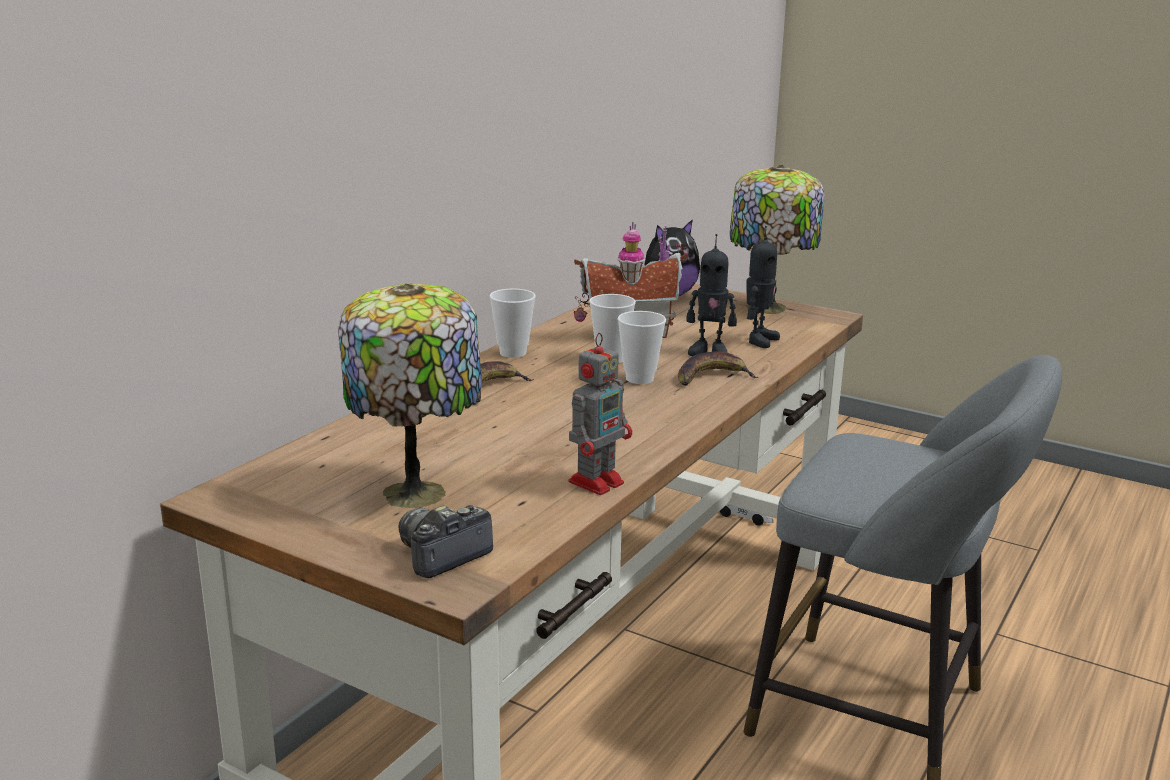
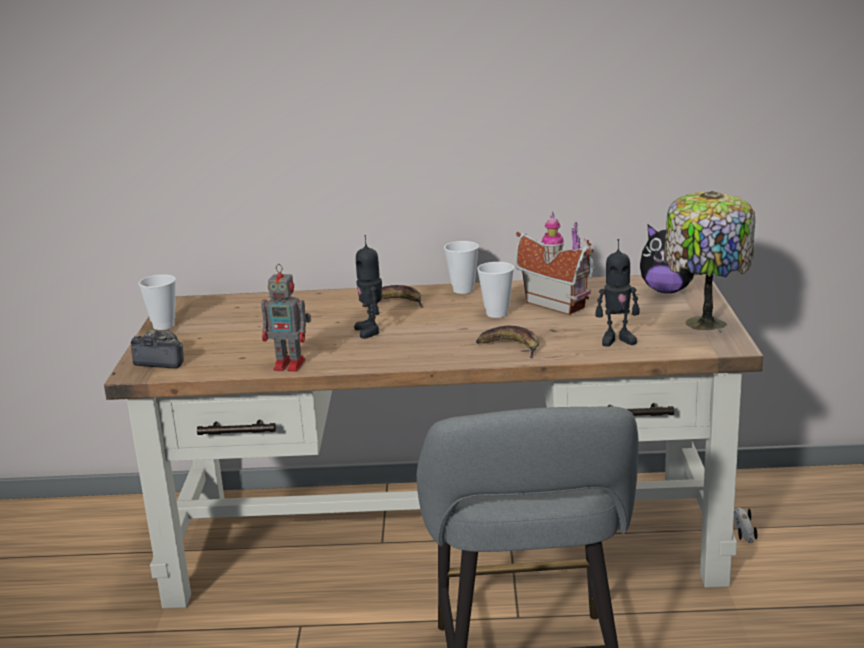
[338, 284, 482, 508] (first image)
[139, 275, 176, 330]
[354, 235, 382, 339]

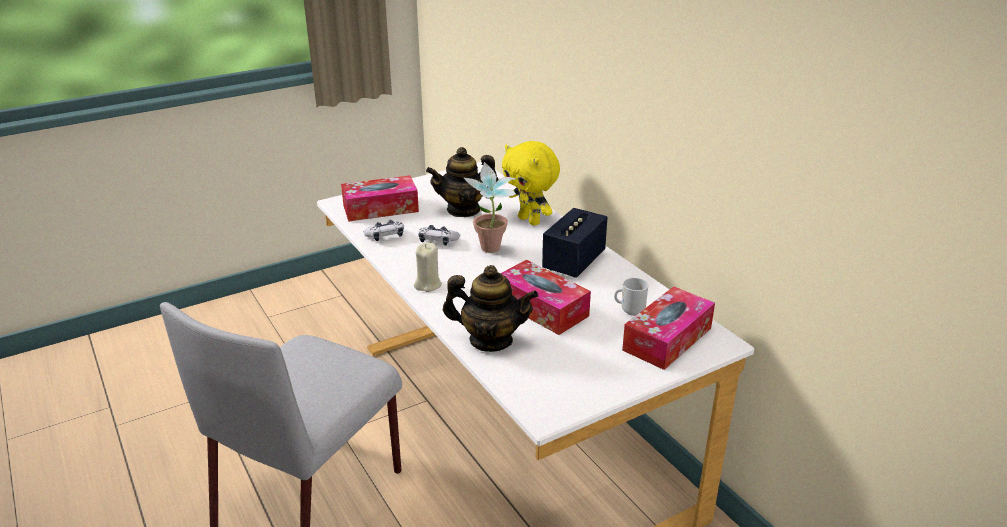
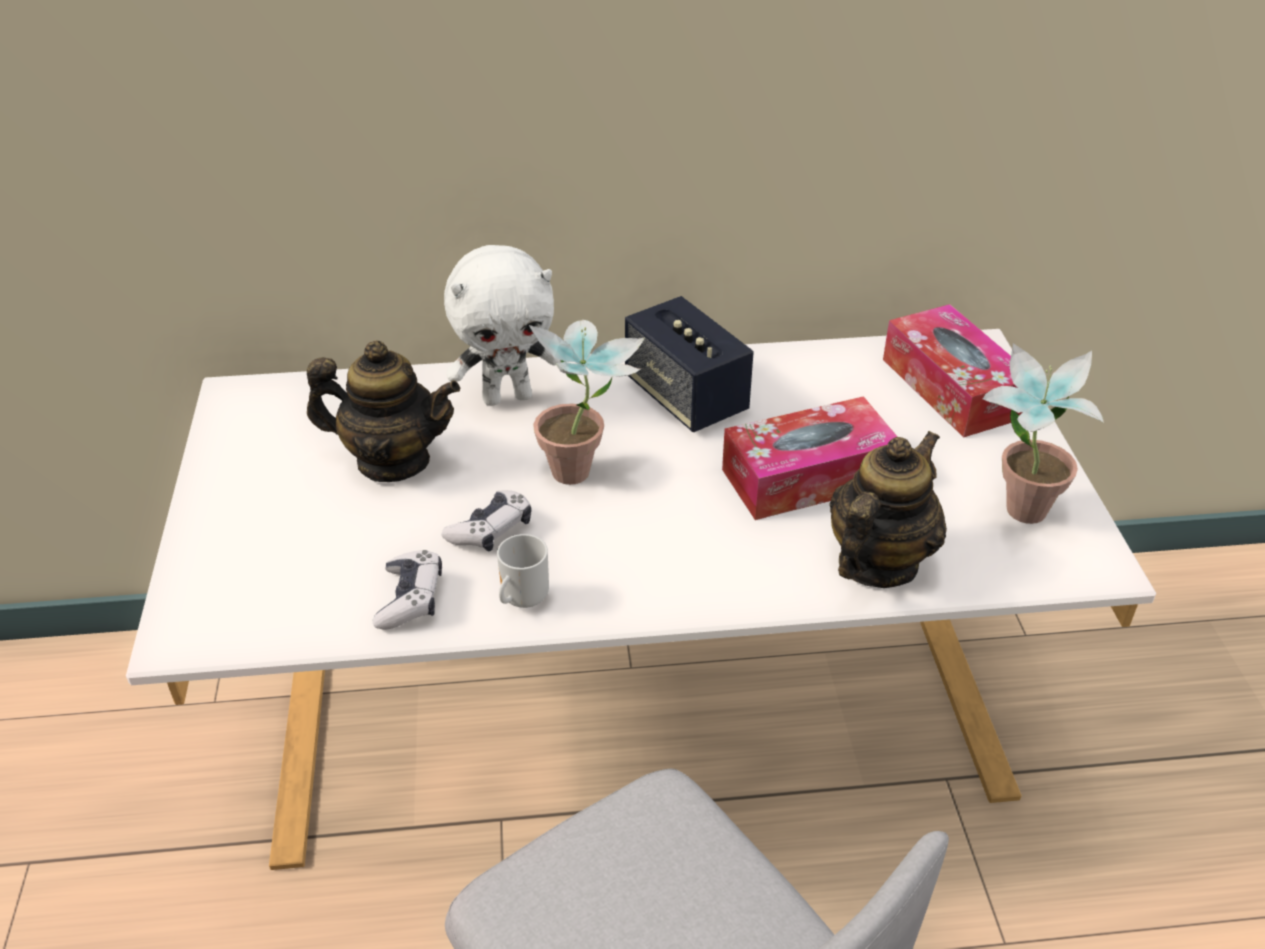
[341, 175, 419, 222] (first image)
[414, 242, 442, 292] (first image)
[307, 340, 460, 482]
[444, 245, 561, 406]
[497, 534, 549, 608]
[983, 343, 1104, 524]

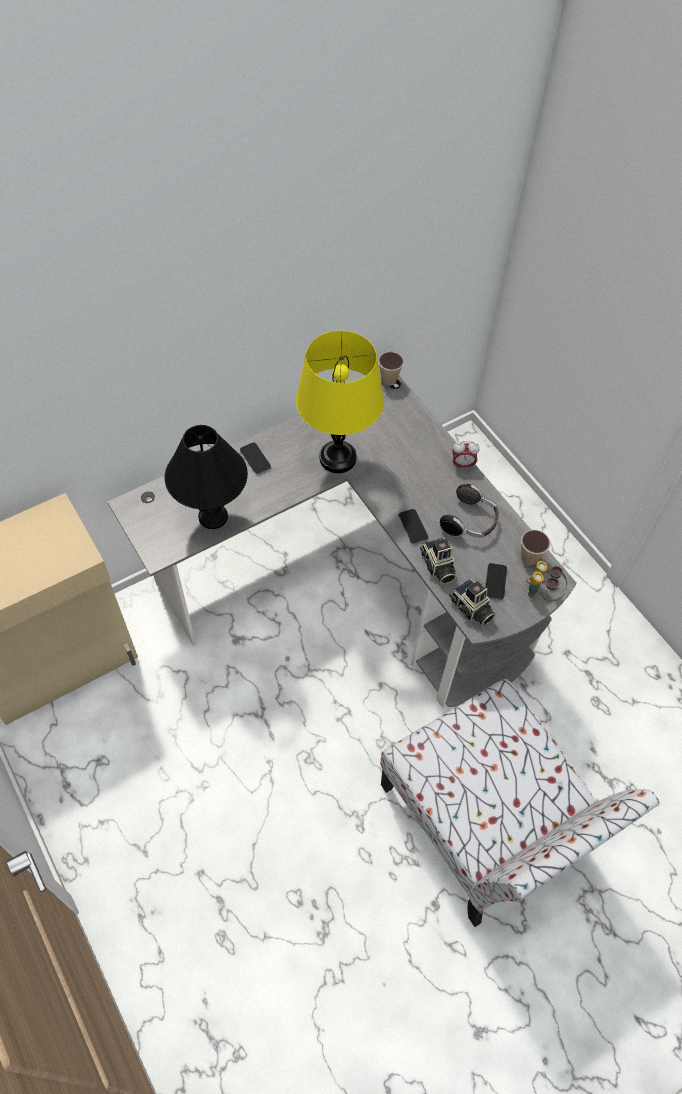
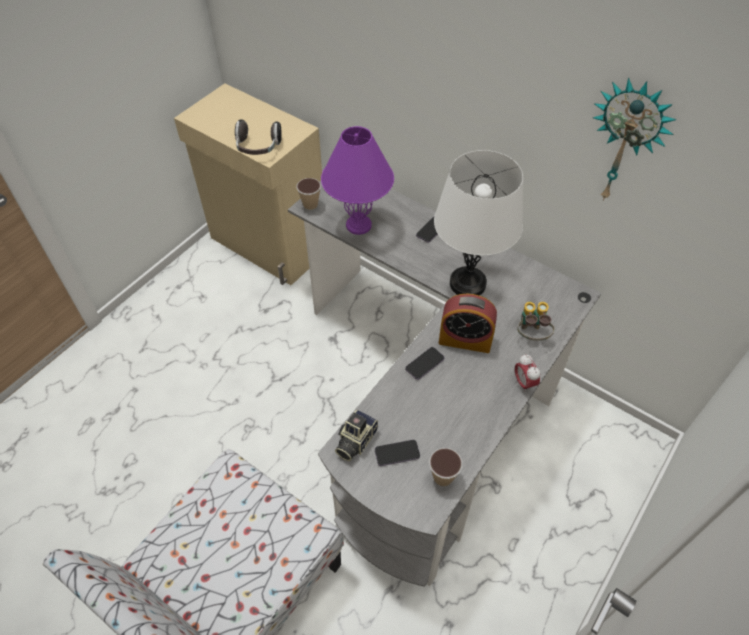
[321, 126, 394, 235]
[434, 150, 523, 296]
[296, 178, 321, 211]
[420, 537, 456, 584] (first image)
[235, 119, 282, 155]
[517, 302, 555, 341]
[439, 293, 497, 353]
[593, 78, 677, 201]

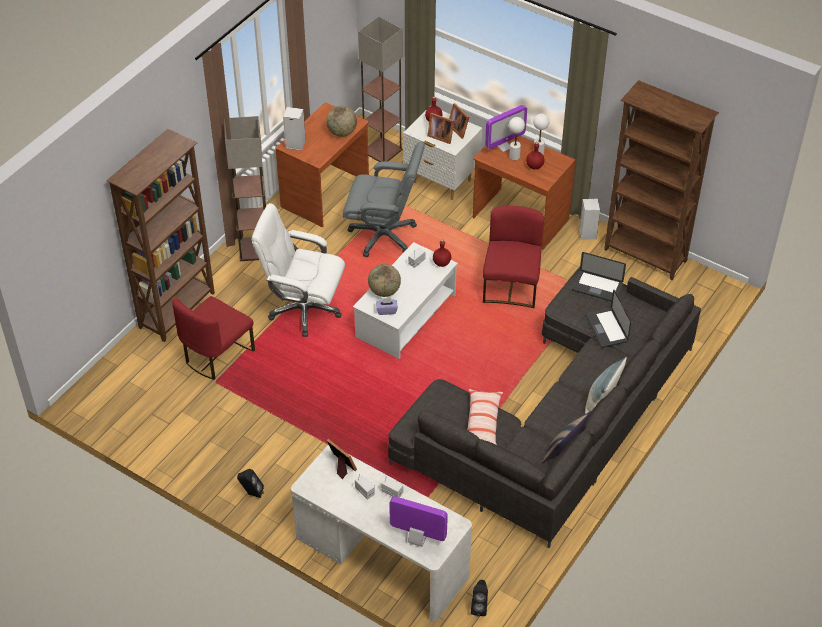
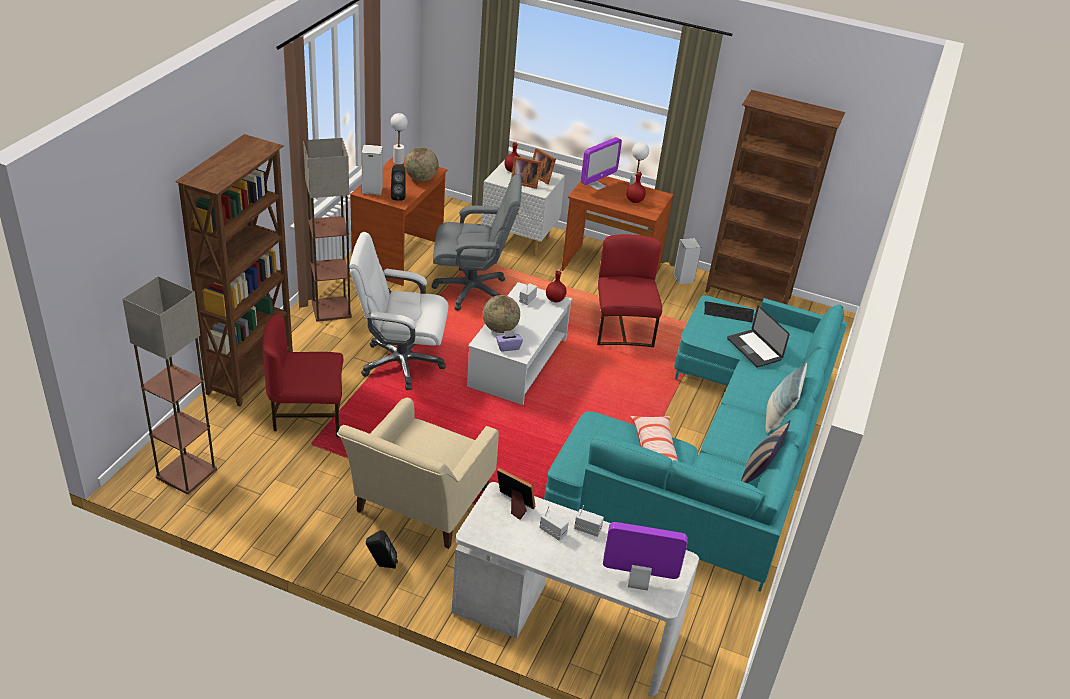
[262, 314, 343, 437]
[122, 276, 217, 494]
[544, 296, 848, 592]
[391, 165, 405, 201]
[391, 113, 408, 165]
[704, 302, 754, 322]
[337, 398, 499, 549]

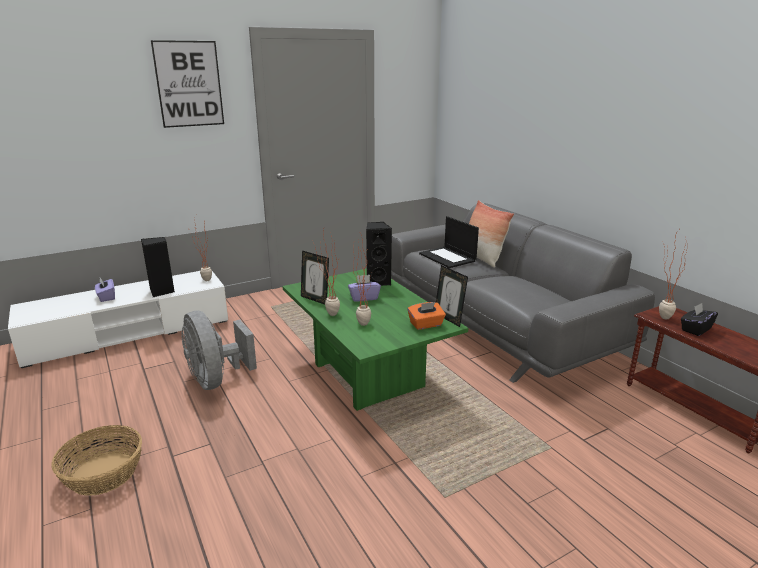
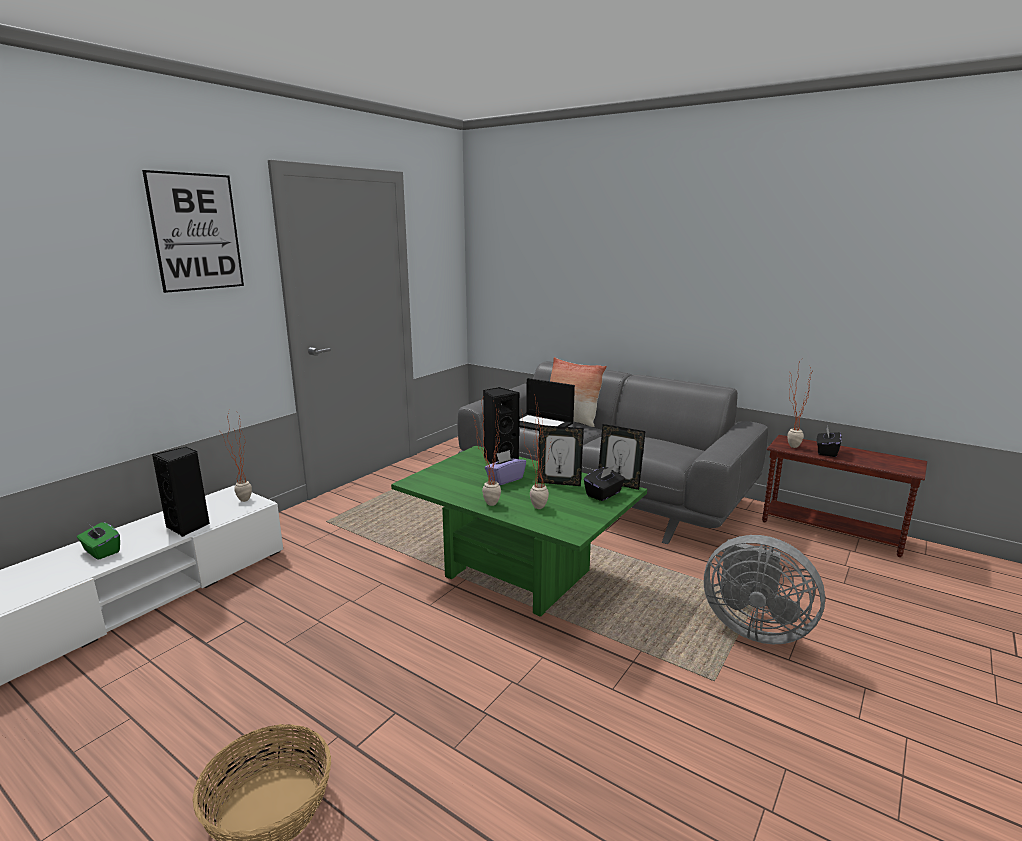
[77, 522, 120, 560]
[704, 535, 825, 644]
[537, 425, 584, 486]
[584, 466, 625, 501]

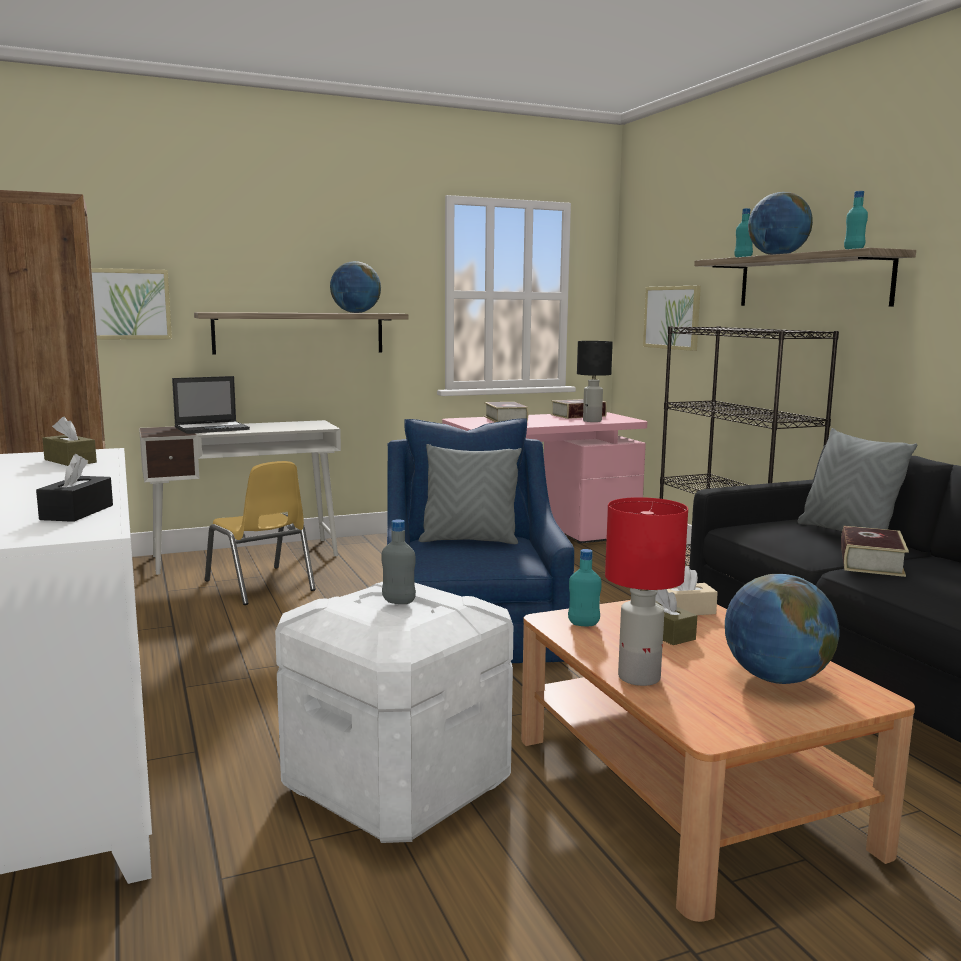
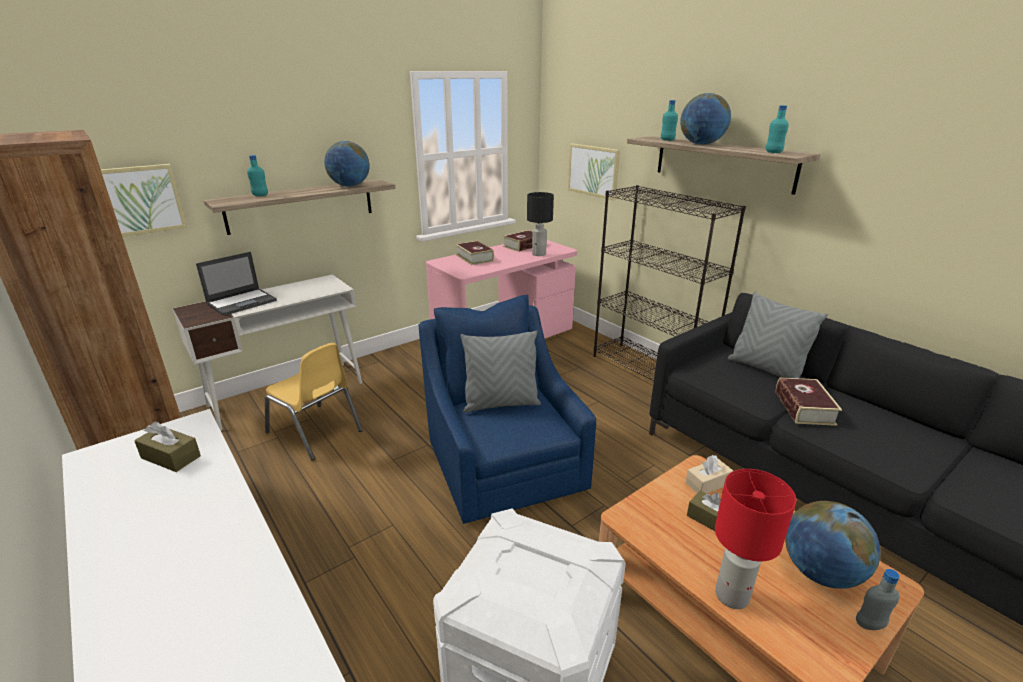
[36, 454, 113, 522] (first image)
[856, 569, 900, 630]
[247, 155, 268, 196]

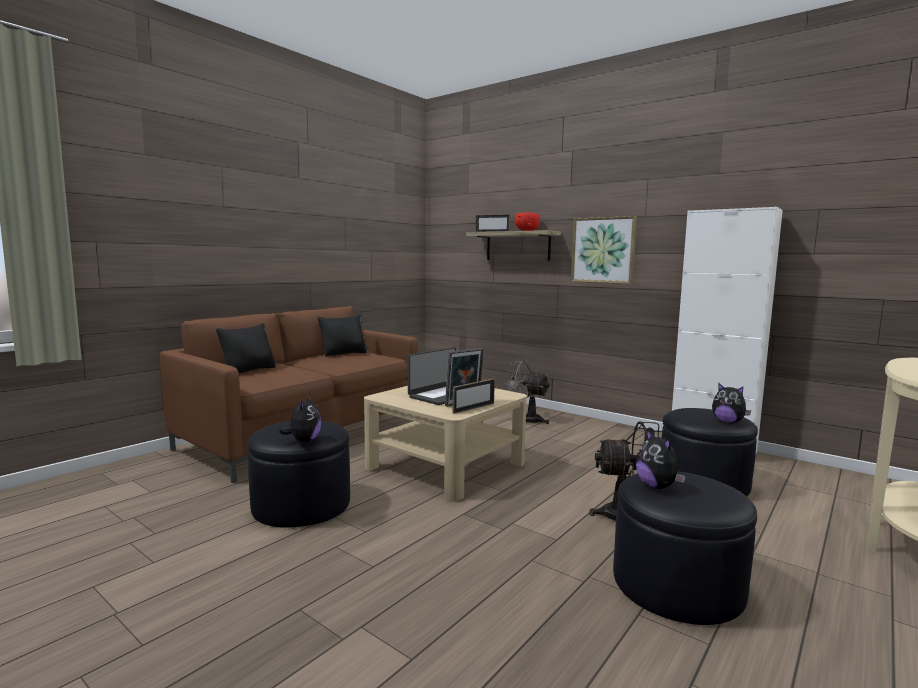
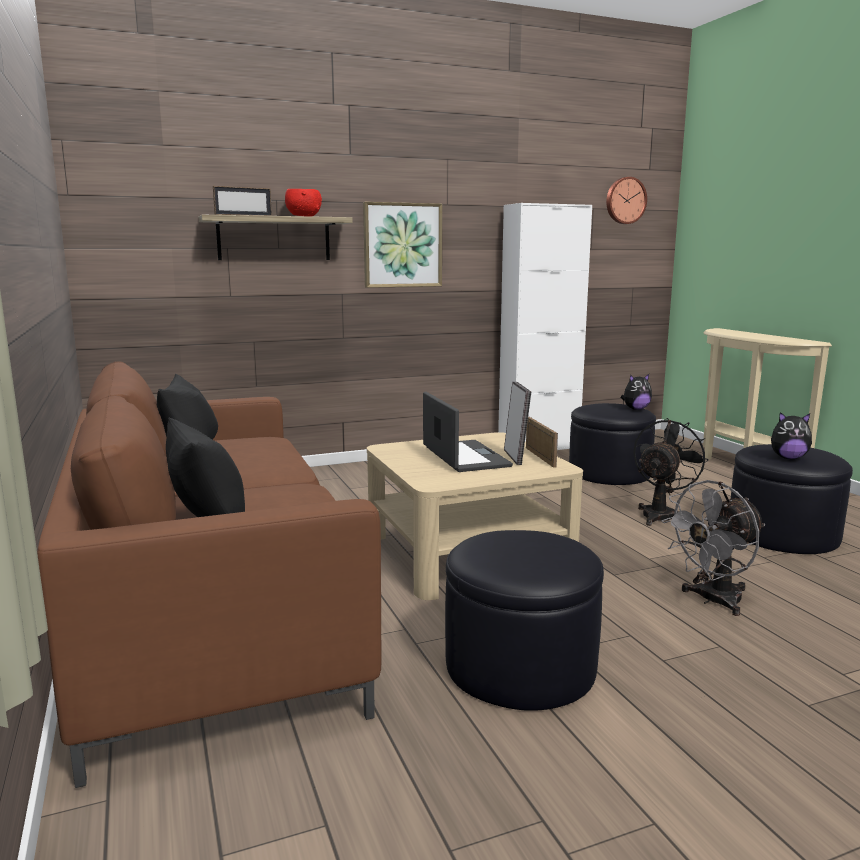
[279, 395, 322, 442] (first image)
[662, 480, 766, 616]
[606, 177, 647, 224]

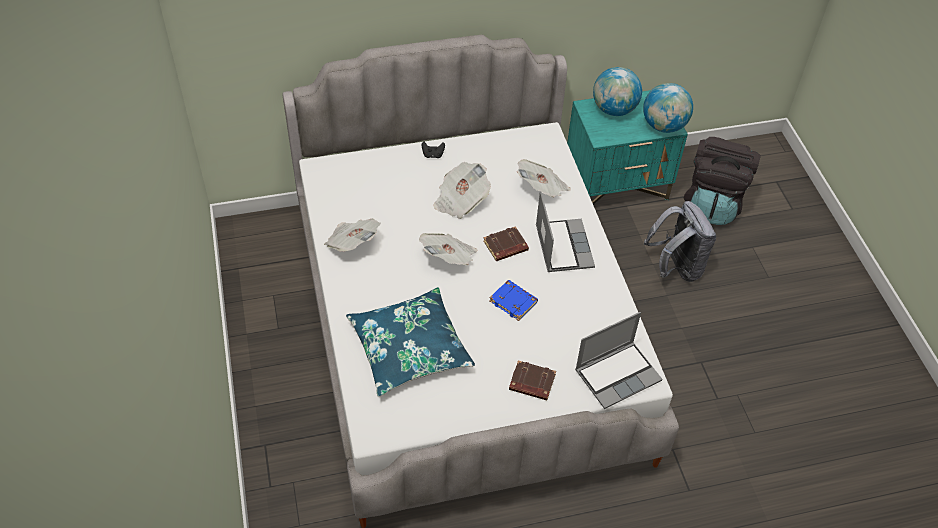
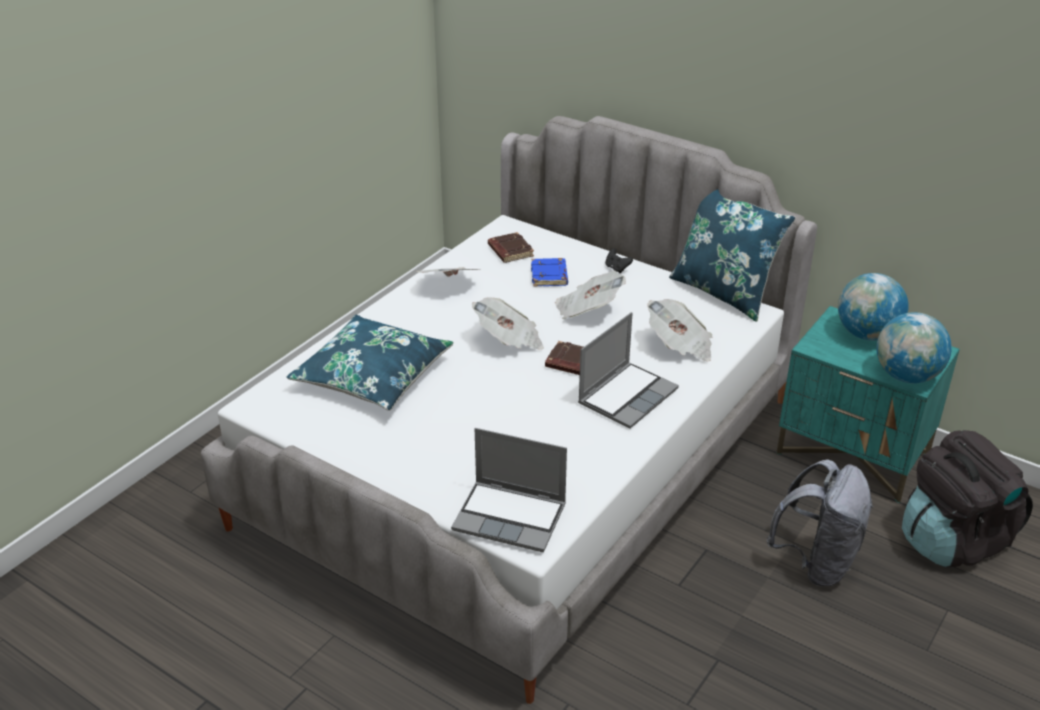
[531, 258, 568, 286]
[488, 232, 534, 263]
[669, 189, 795, 322]

